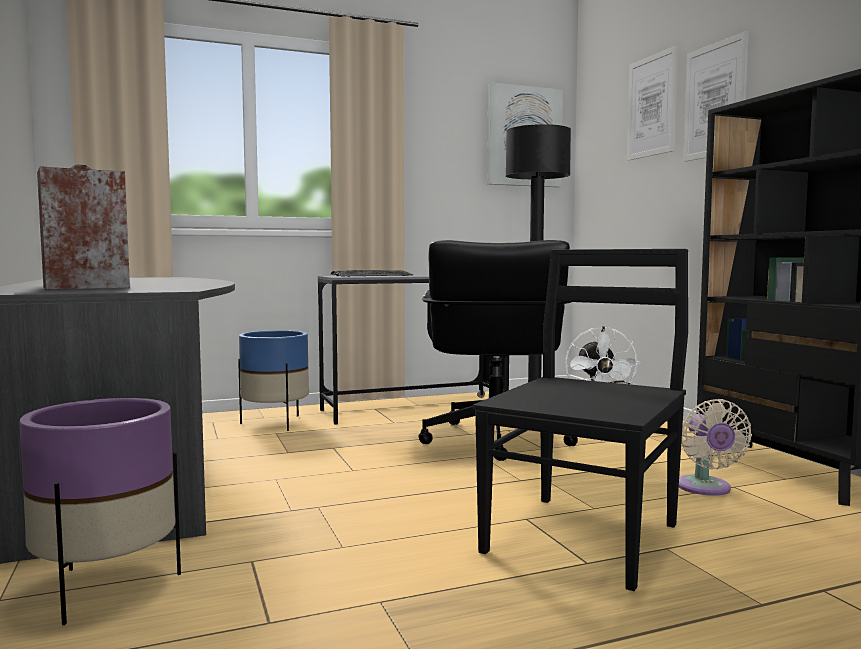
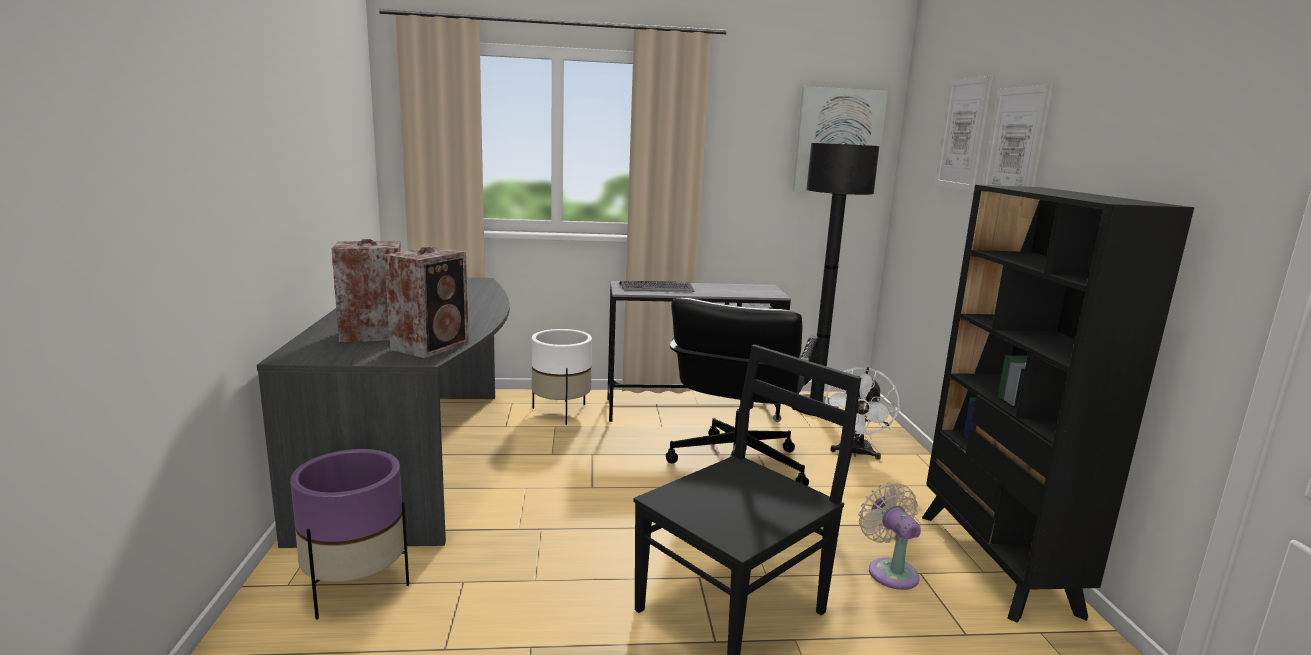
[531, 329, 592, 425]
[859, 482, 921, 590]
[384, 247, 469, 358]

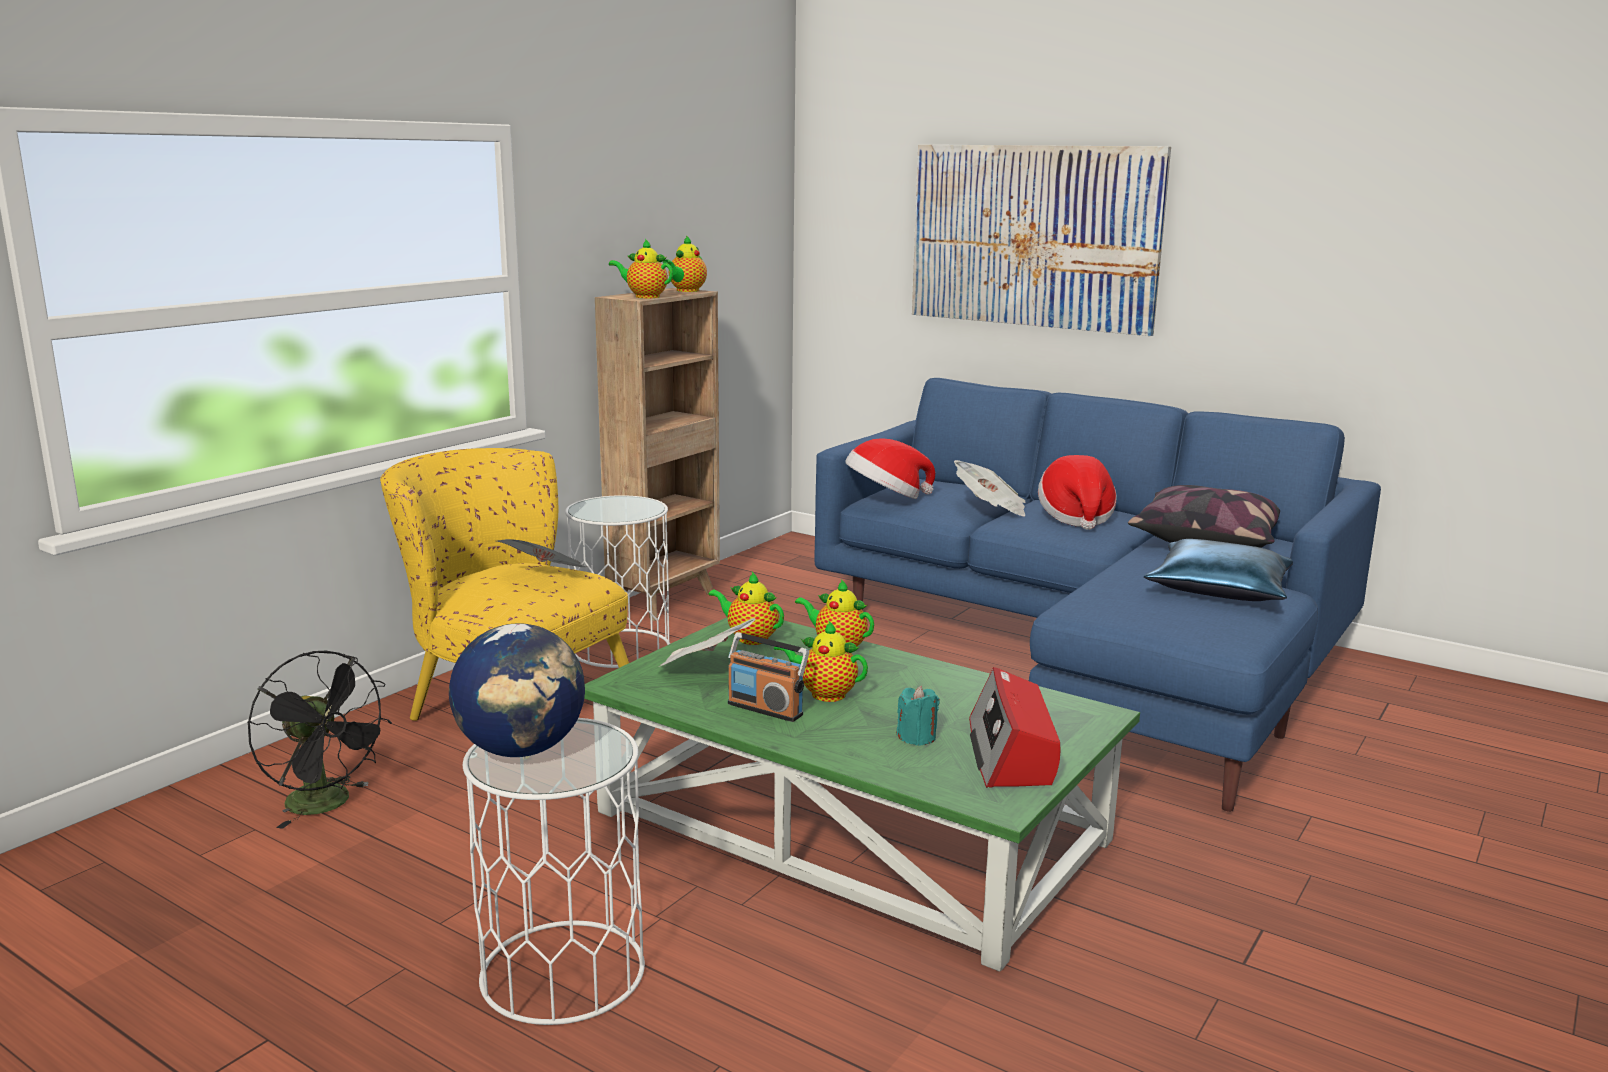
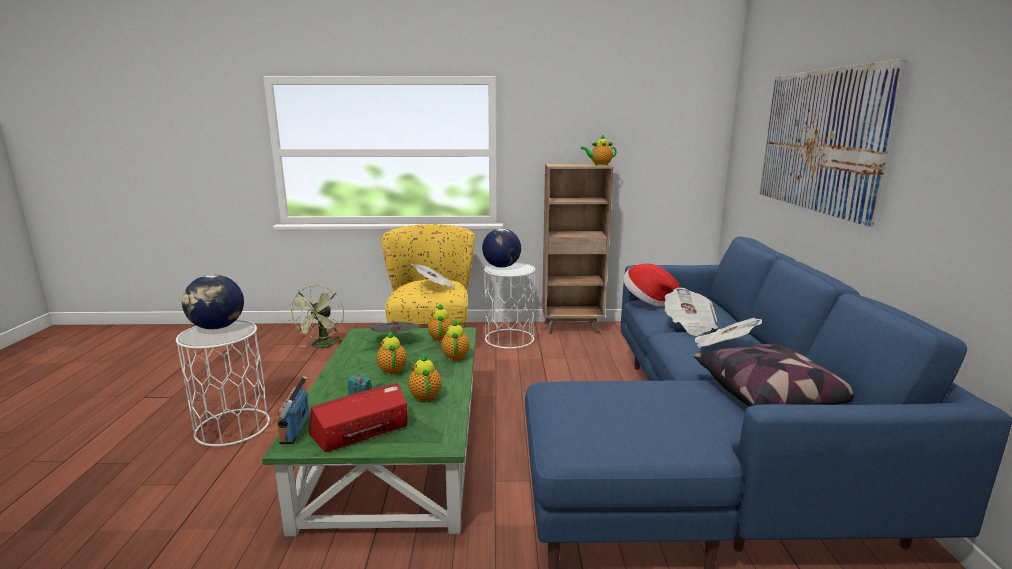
[289, 285, 344, 348]
[408, 353, 442, 402]
[277, 376, 309, 444]
[695, 318, 762, 348]
[1144, 539, 1293, 601] (first image)
[482, 228, 521, 268]

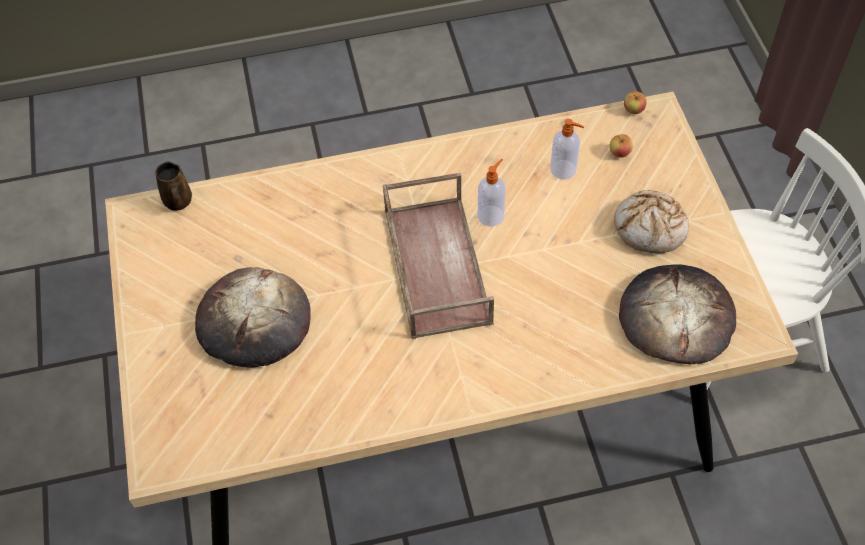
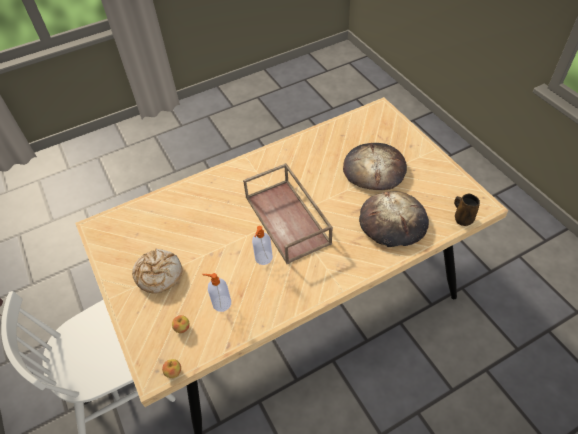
[359, 191, 429, 247]

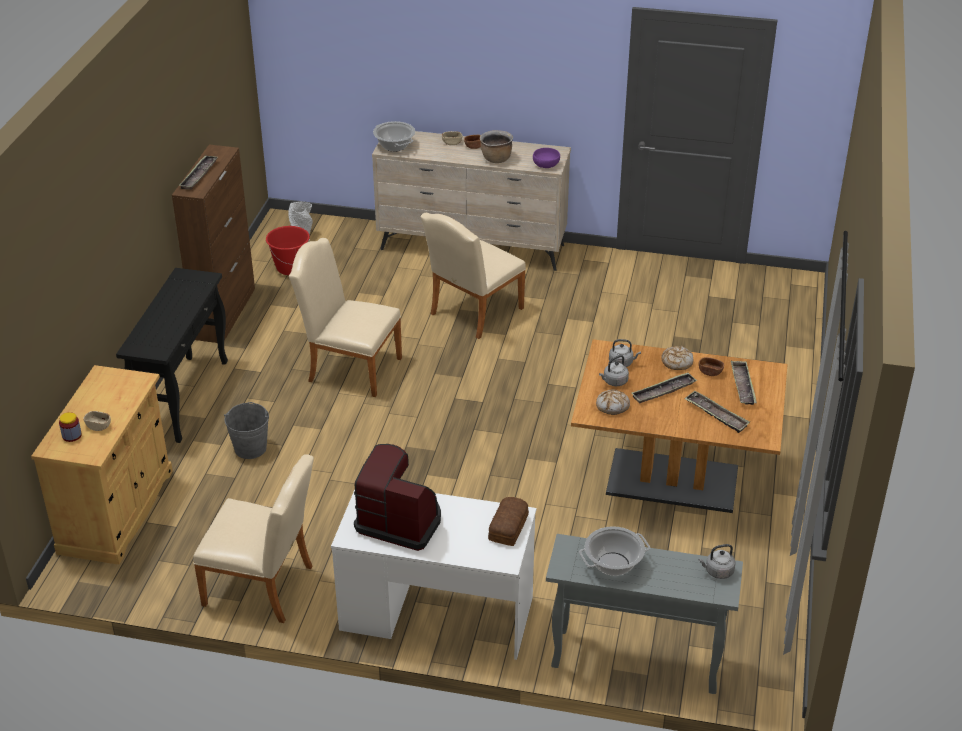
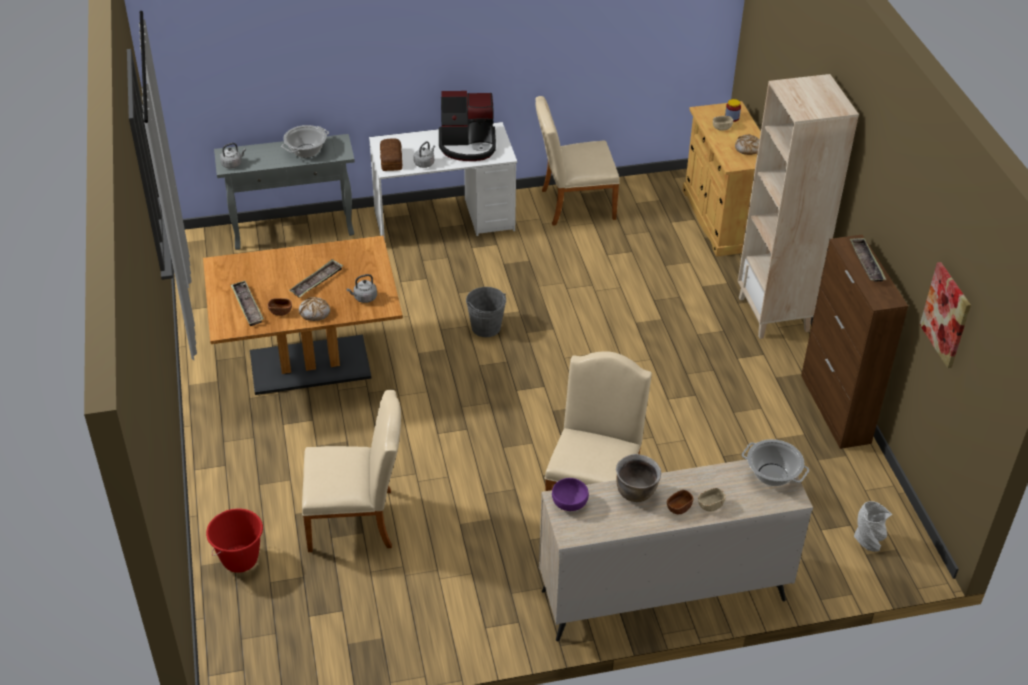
[738, 74, 859, 339]
[466, 287, 506, 337]
[206, 509, 263, 573]
[302, 390, 401, 552]
[735, 134, 759, 155]
[414, 141, 435, 168]
[684, 391, 750, 433] (first image)
[920, 262, 971, 368]

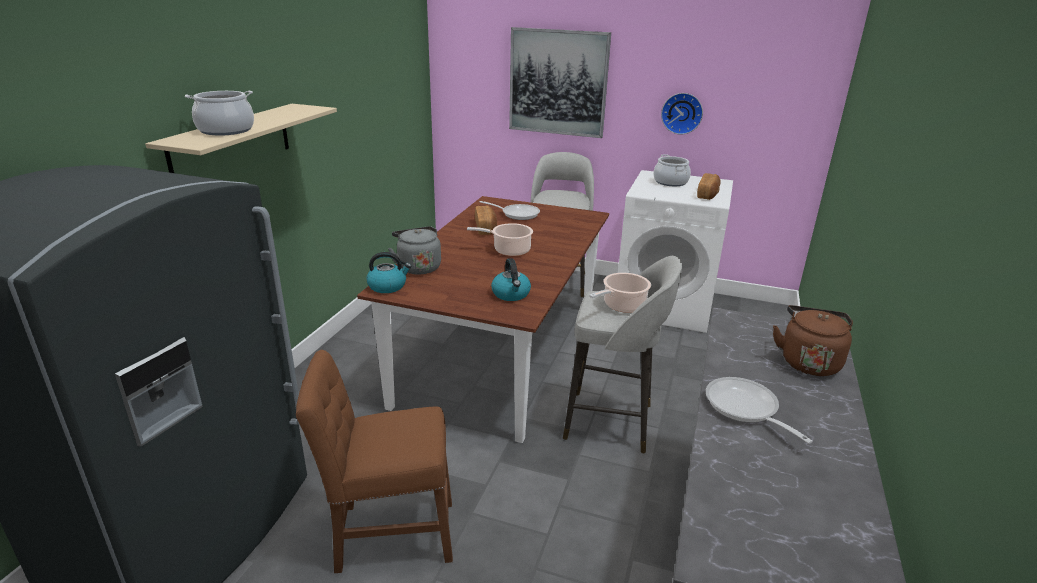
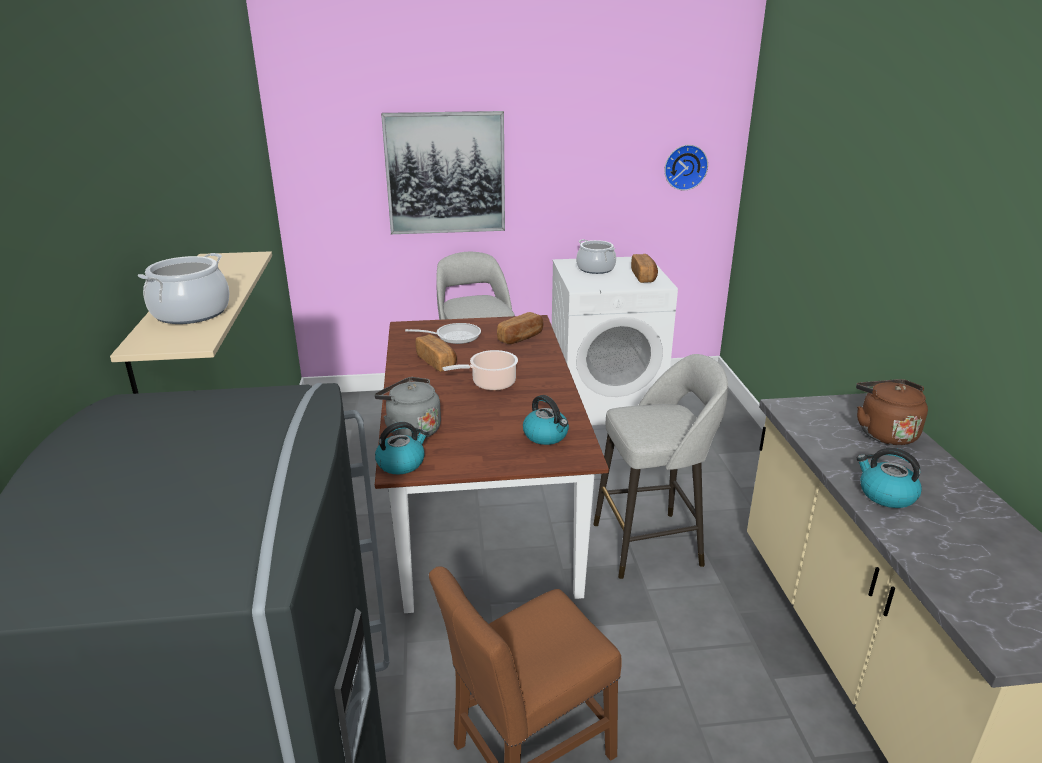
[589, 273, 651, 313] (first image)
[664, 145, 708, 190]
[857, 448, 922, 508]
[497, 312, 543, 344]

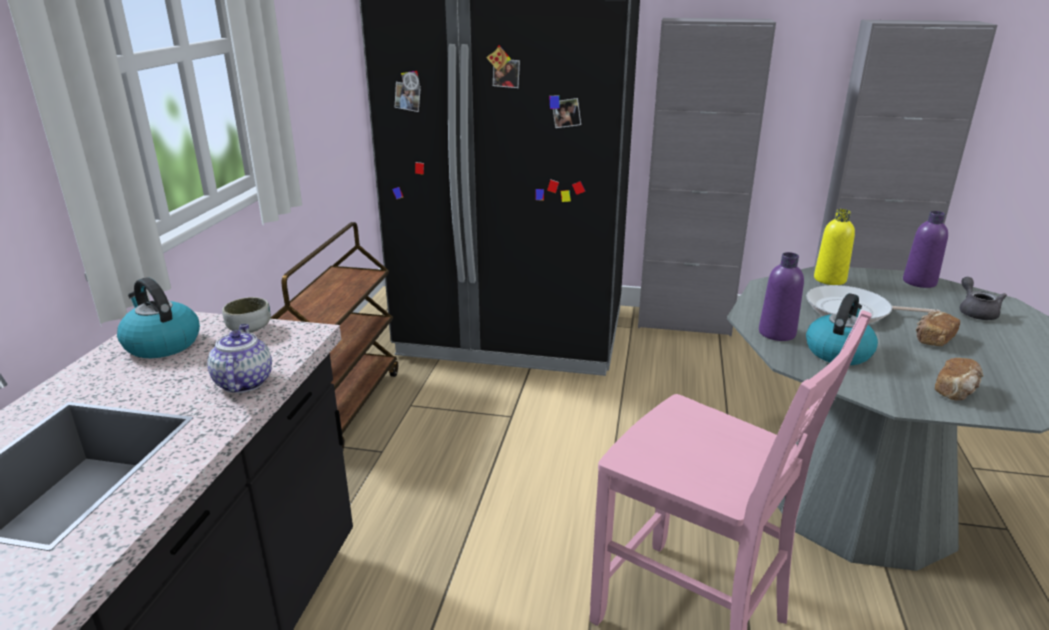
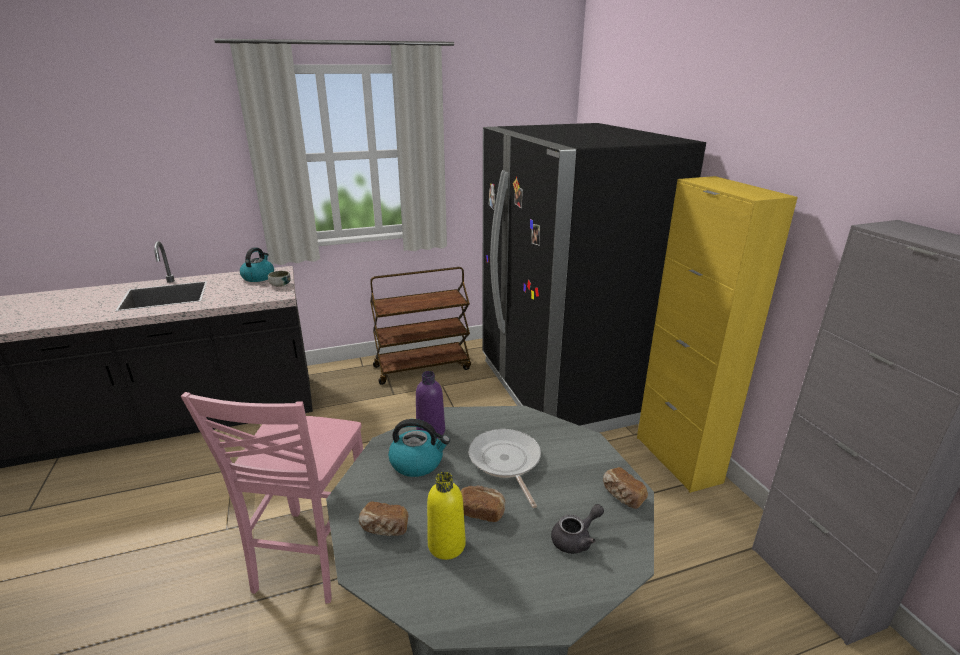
[207, 324, 272, 393] (first image)
[637, 176, 798, 493]
[427, 472, 466, 560]
[603, 467, 648, 509]

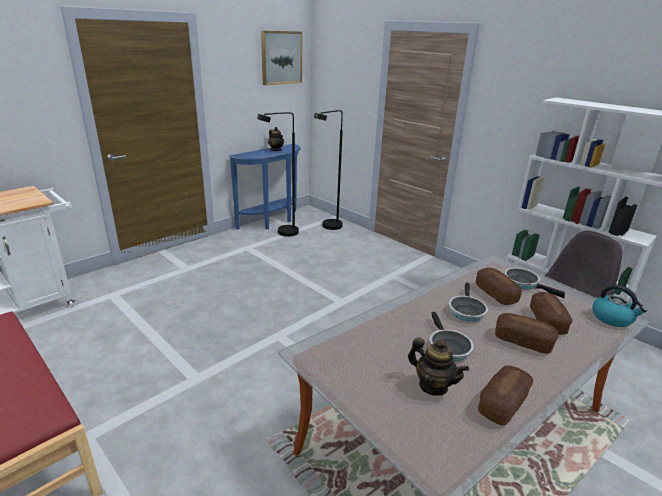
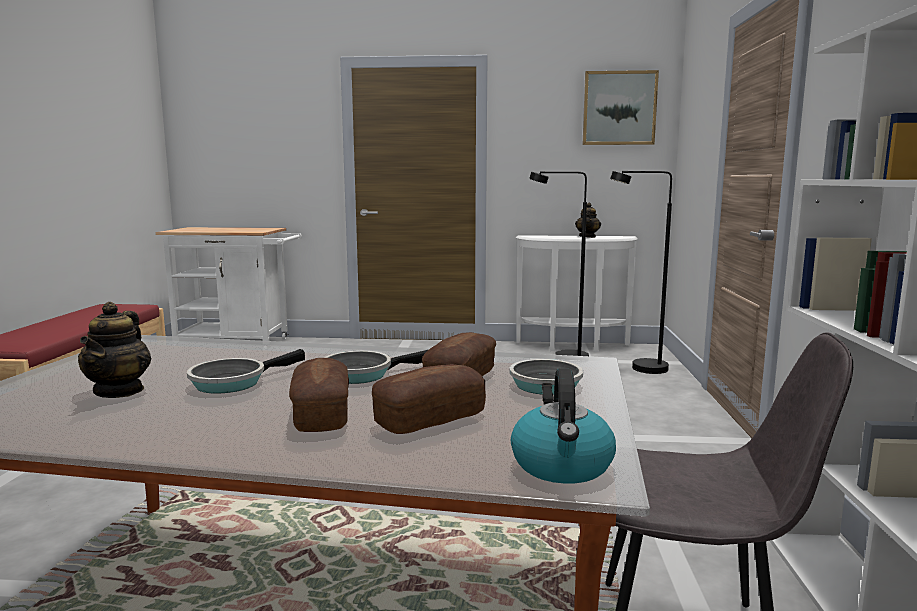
[515, 235, 638, 352]
[478, 366, 533, 426] (first image)

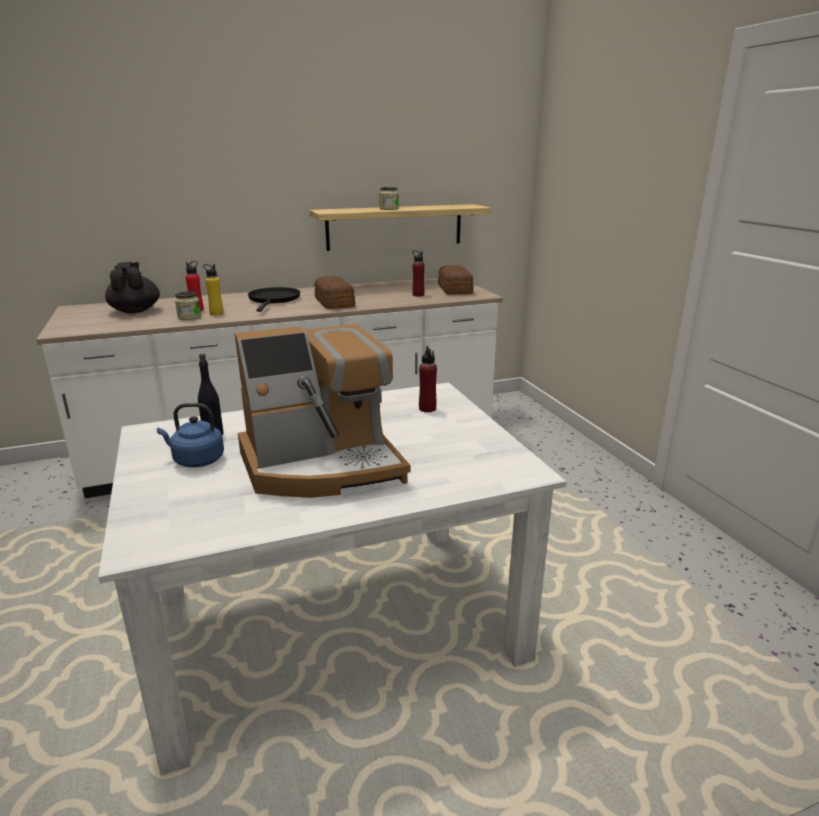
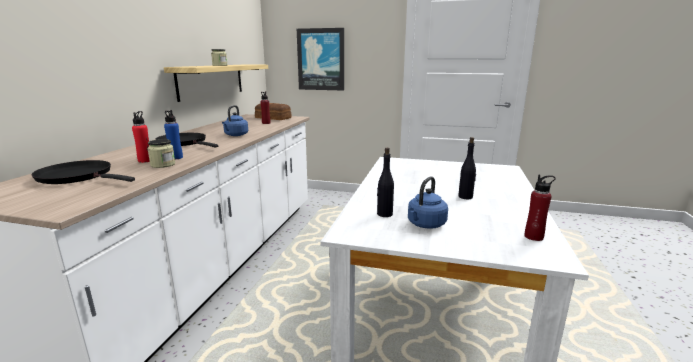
[31, 160, 135, 184]
[164, 110, 183, 159]
[458, 137, 476, 199]
[222, 105, 248, 136]
[525, 174, 555, 241]
[297, 28, 344, 91]

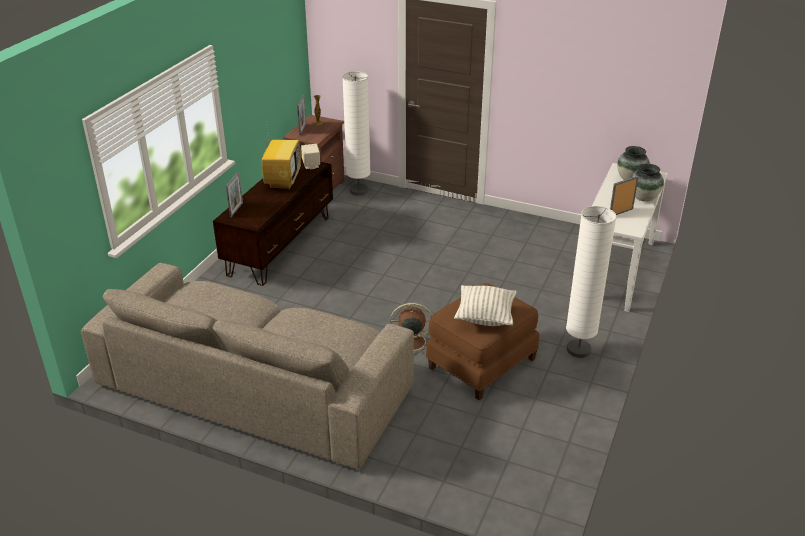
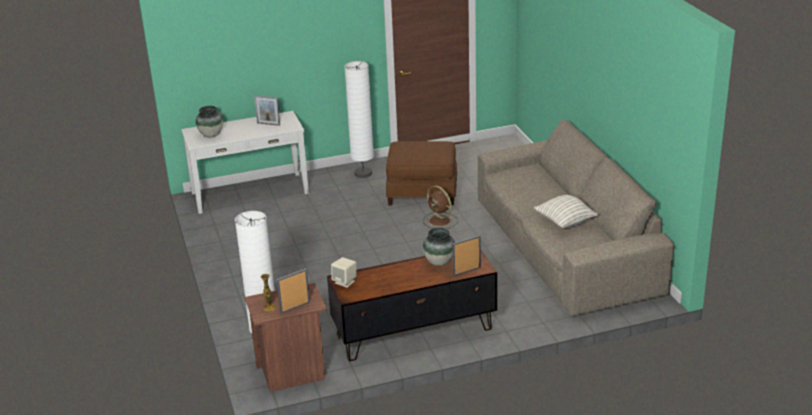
[262, 127, 301, 189] (first image)
[534, 195, 598, 228]
[423, 228, 455, 266]

